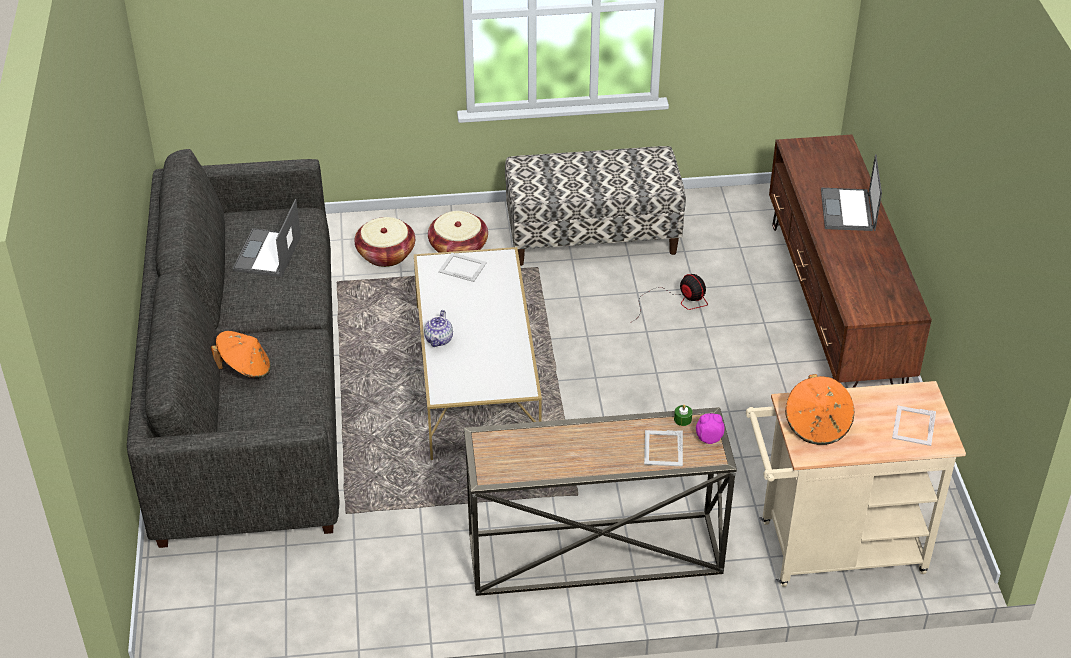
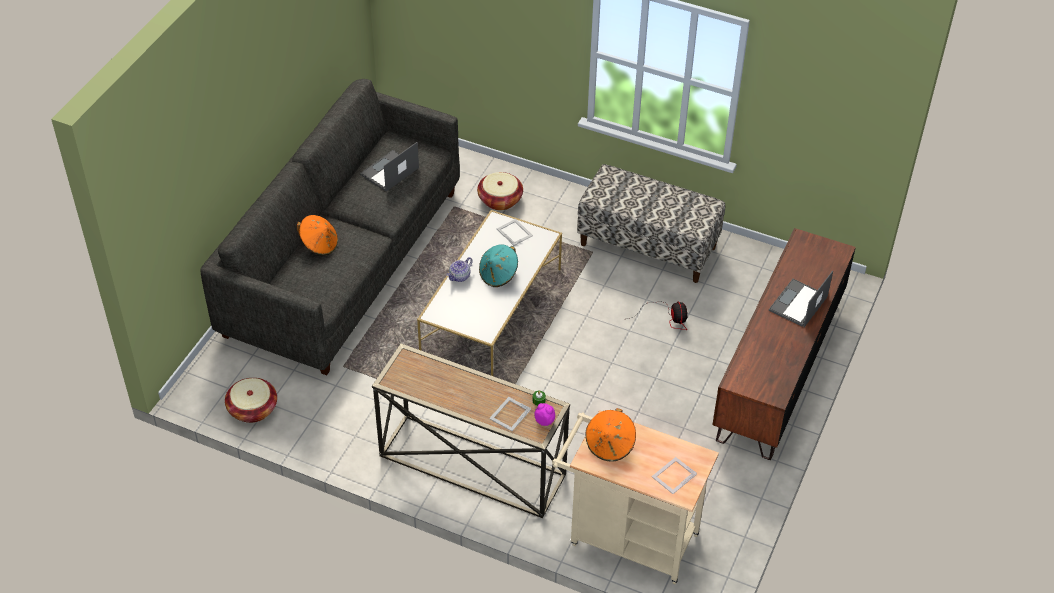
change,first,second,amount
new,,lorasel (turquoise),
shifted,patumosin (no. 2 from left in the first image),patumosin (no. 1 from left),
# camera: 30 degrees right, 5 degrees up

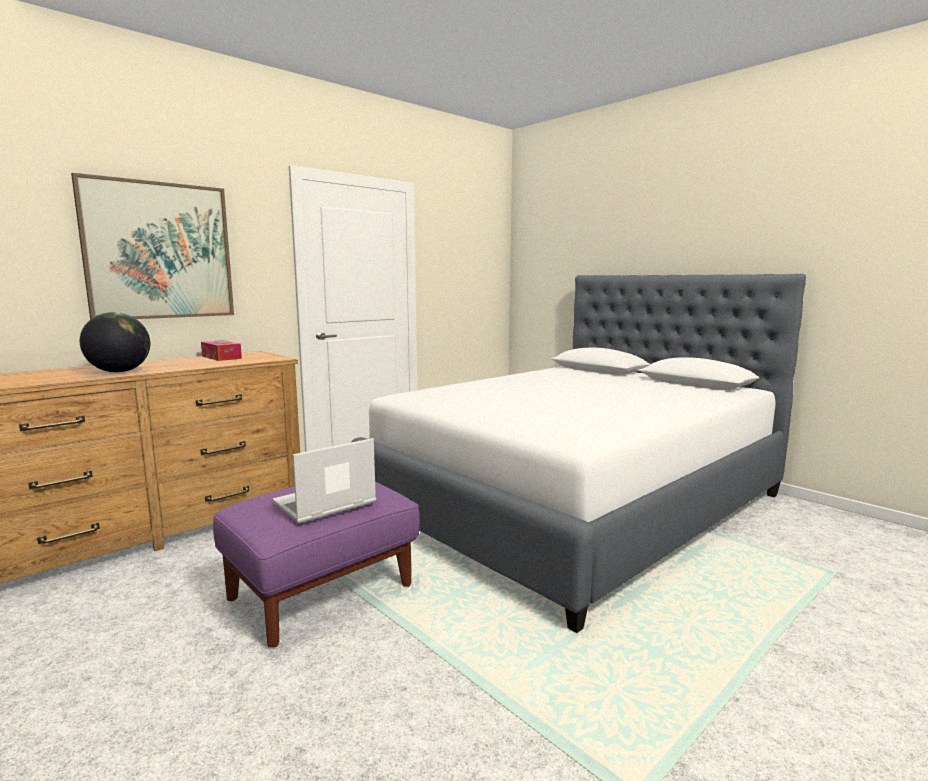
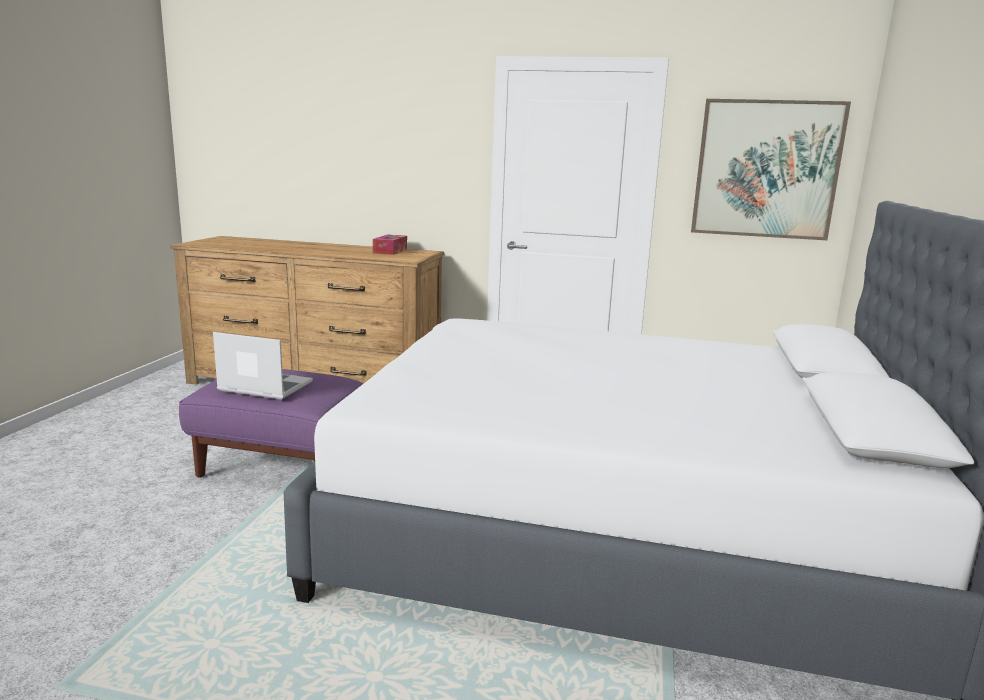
change,first,second,amount
gone,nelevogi,,
shifted,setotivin,,
# camera: 55 degrees right, 5 degrees up

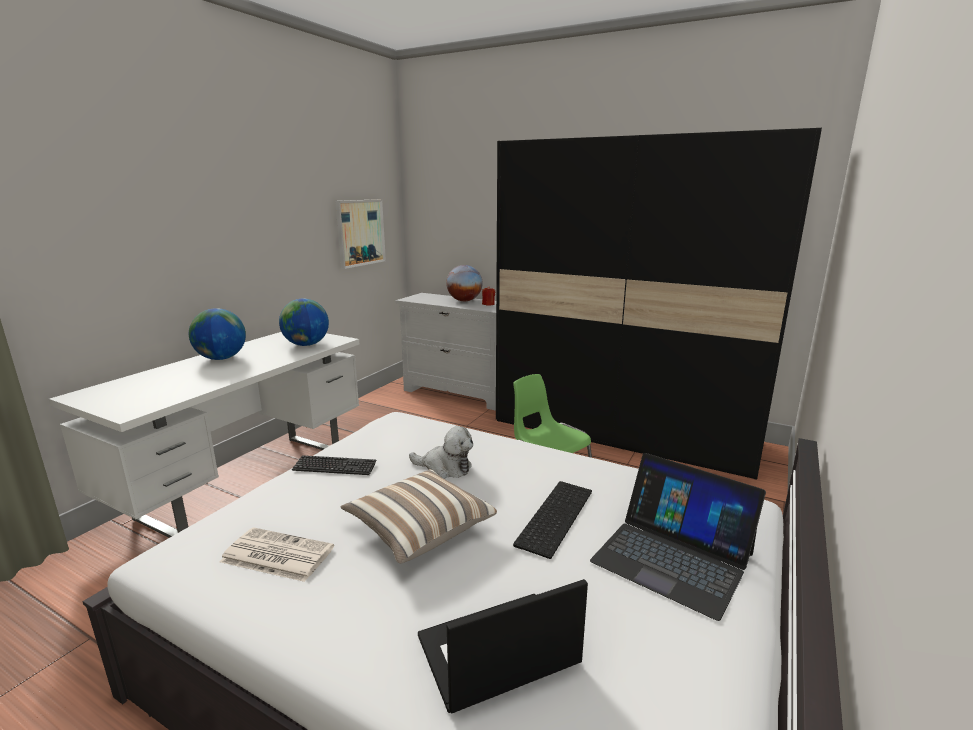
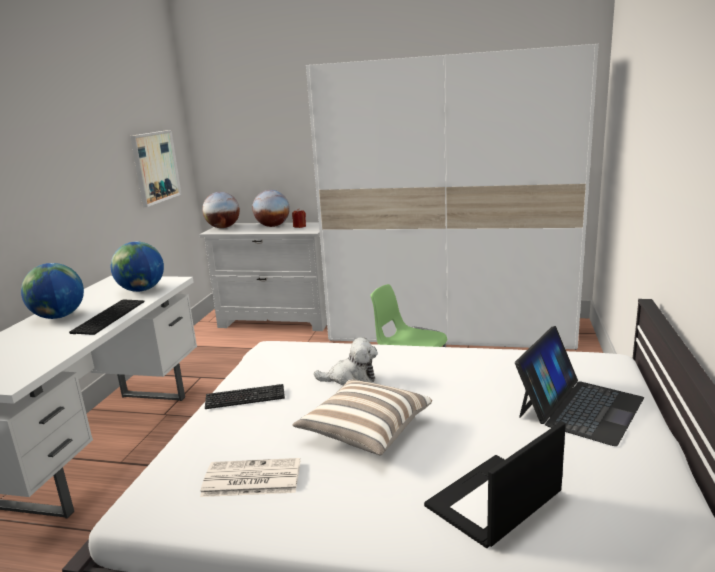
change,first,second,amount
new,,nelevogi (no. 3 from left),
shifted,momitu (no. 2 from left in the first image),momitu (no. 1 from left),
repainted,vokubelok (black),vokubelok (white),
rotated,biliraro (no. 2 from left),,75 degrees counterclockwise
# camera: 15 degrees left, 0 degrees up

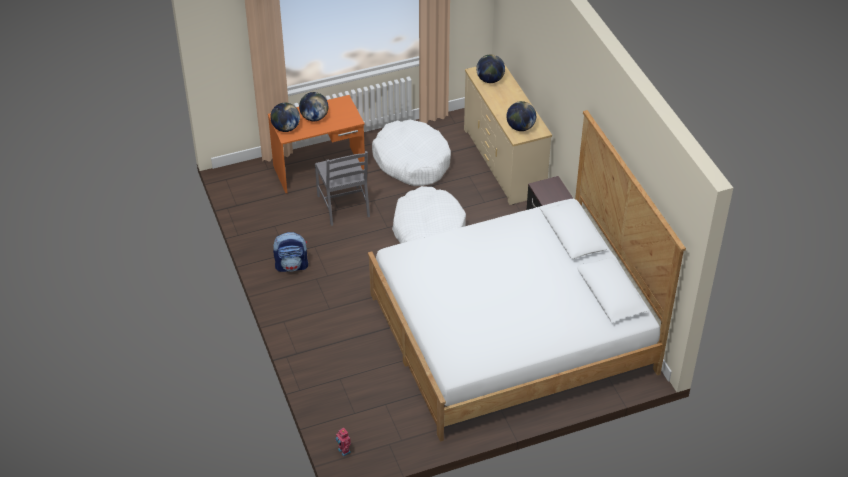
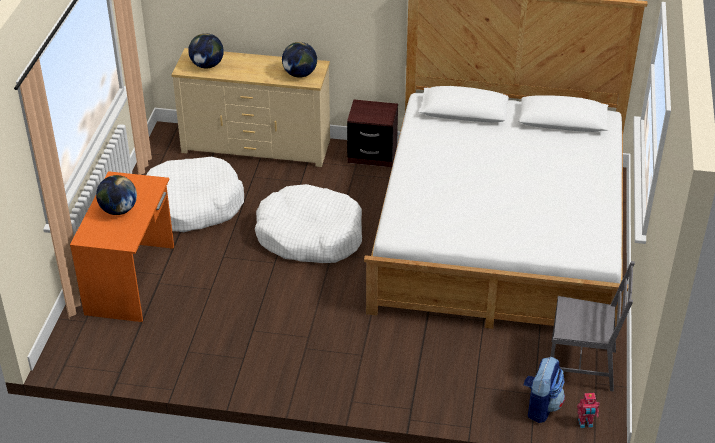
change,first,second,amount
gone,nelevogi (no. 1 from left),,
shifted,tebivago,,
shifted,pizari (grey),,
# camera: 60 degrees left, 5 degrees down

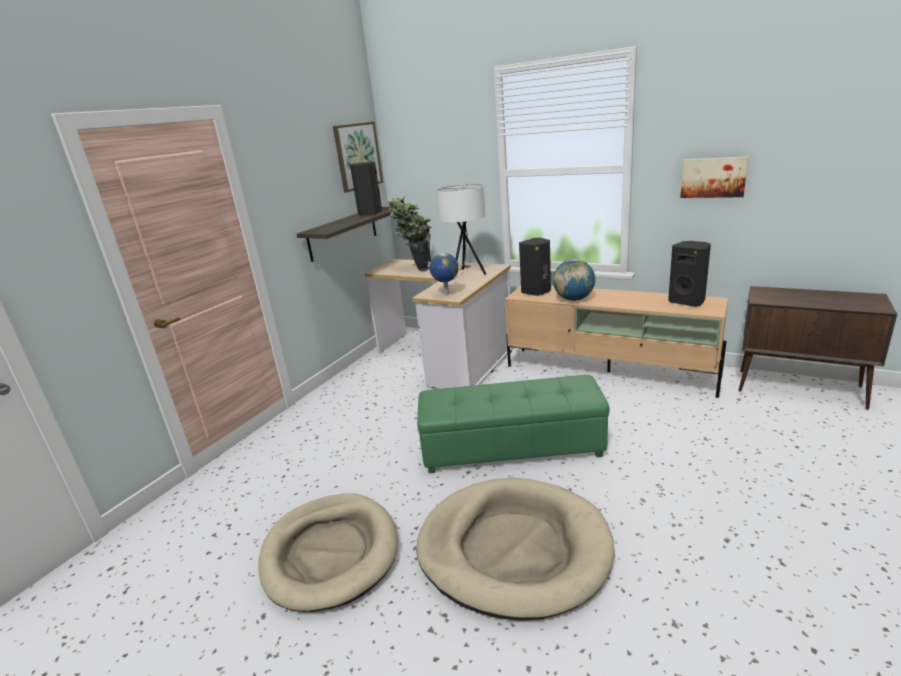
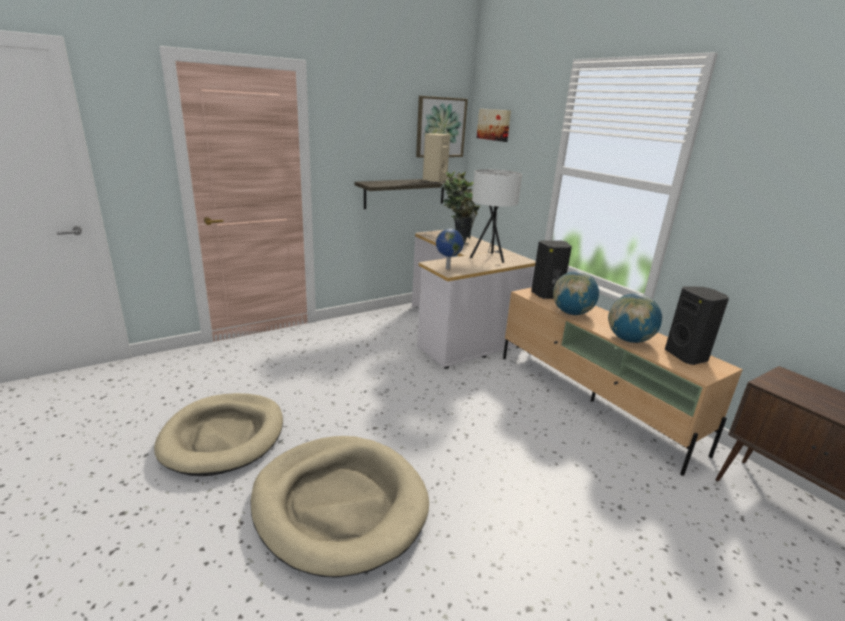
change,first,second,amount
gone,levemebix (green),,
new,,nelevogi (no. 3 from left),
shifted,setotivin (no. 2 from left),,
repainted,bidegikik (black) (no. 1 from left),bidegikik (beige),
# camera: 25 degrees right, 0 degrees up

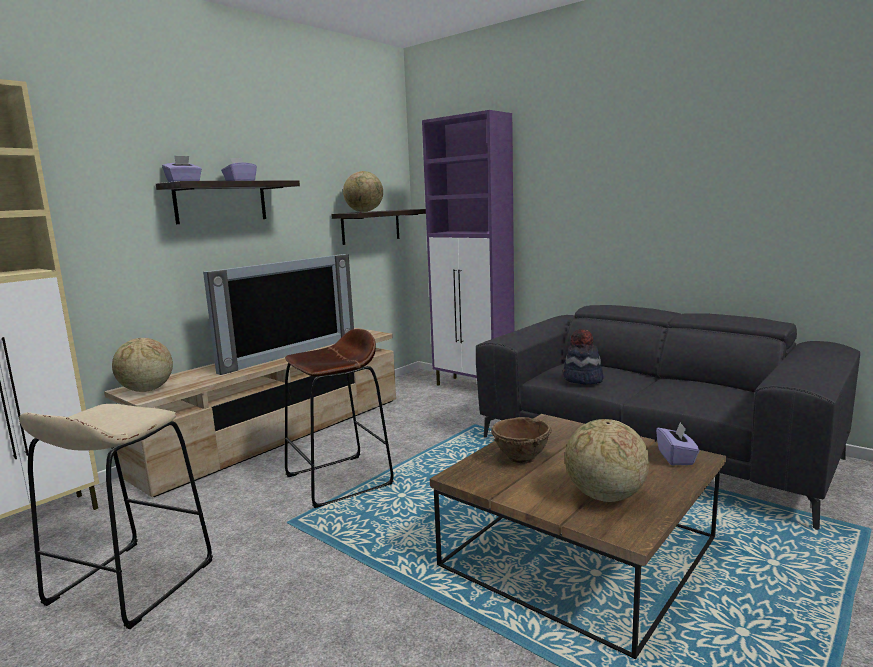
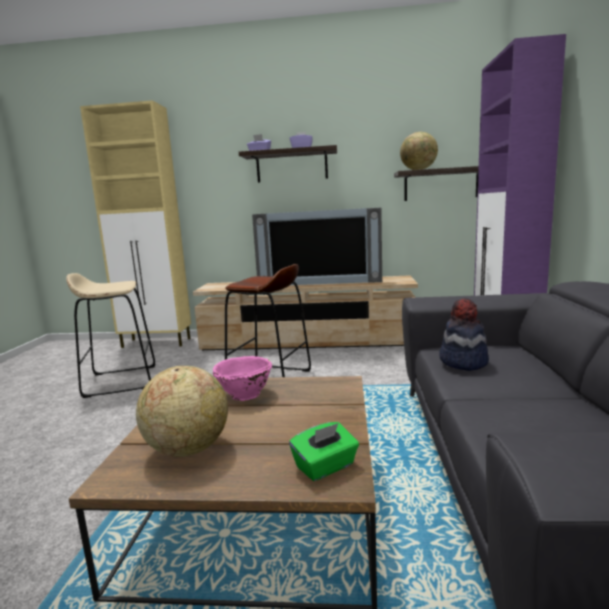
change,first,second,amount
gone,nelevogi (no. 1 from left),,
repainted,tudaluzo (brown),tudaluzo (pink),
repainted,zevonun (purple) (no. 3 from left),zevonun (green),
# camera: 55 degrees right, 0 degrees up

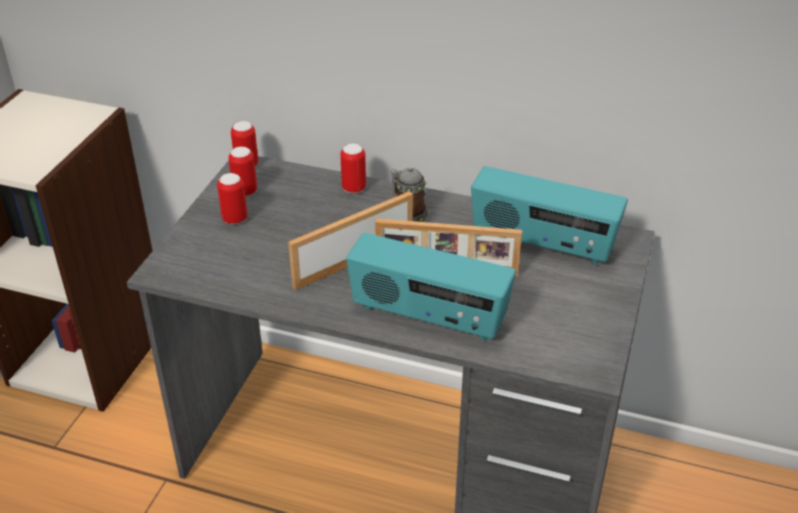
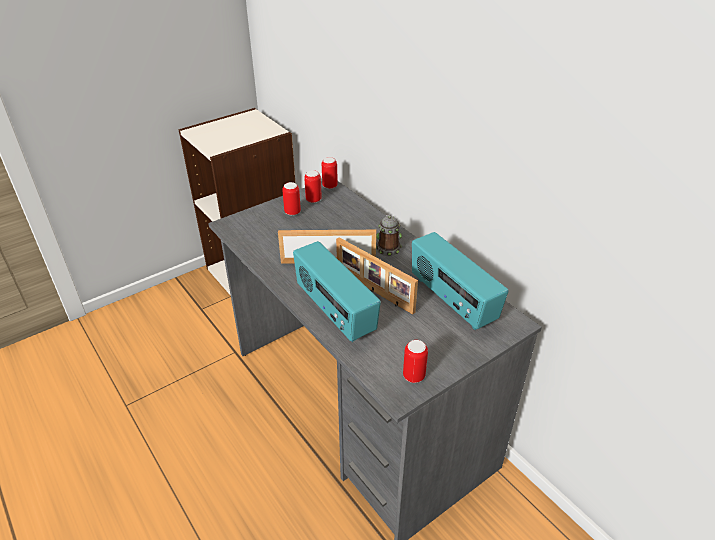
change,first,second,amount
shifted,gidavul (no. 4 from left),,
# camera: 35 degrees right, 0 degrees up

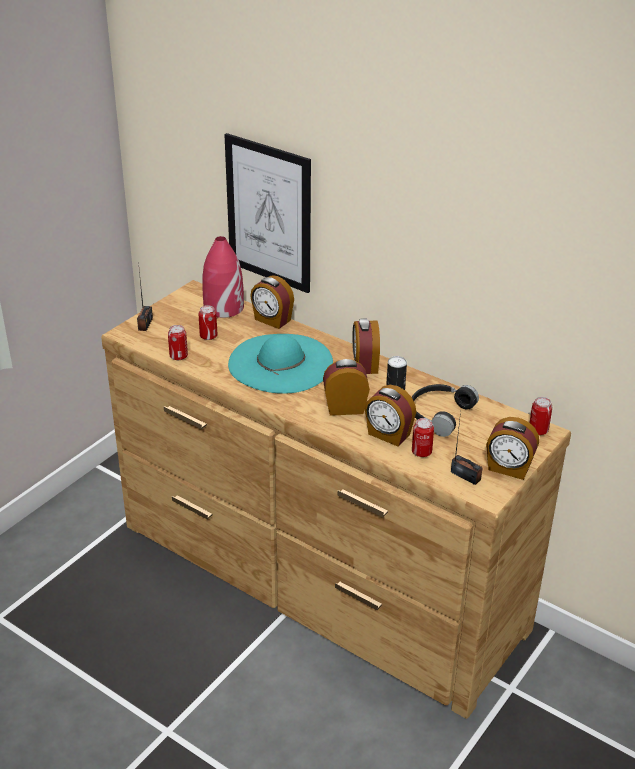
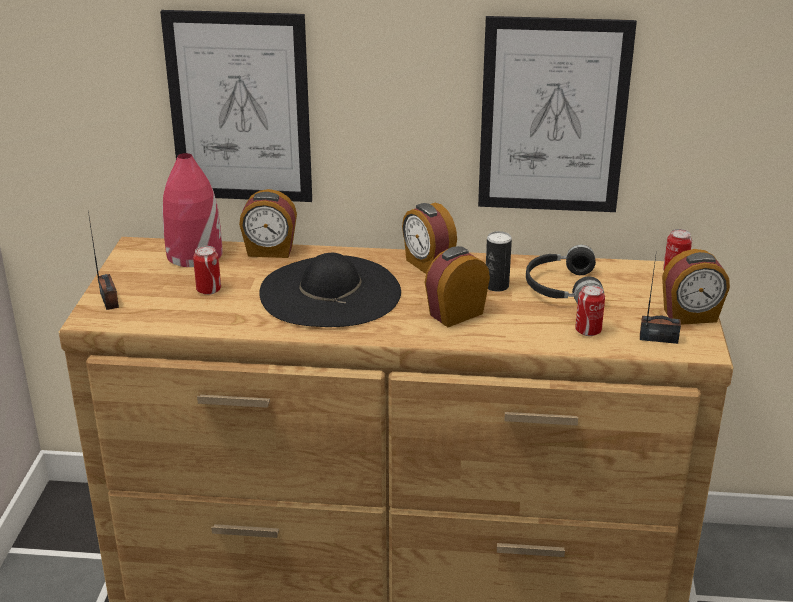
change,first,second,amount
gone,gidavul (no. 1 from left),,
gone,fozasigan (no. 4 from left),,
new,,setotivin (no. 2 from left),
repainted,lorasel (turquoise),lorasel (black),
# camera: 30 degrees left, 5 degrees down

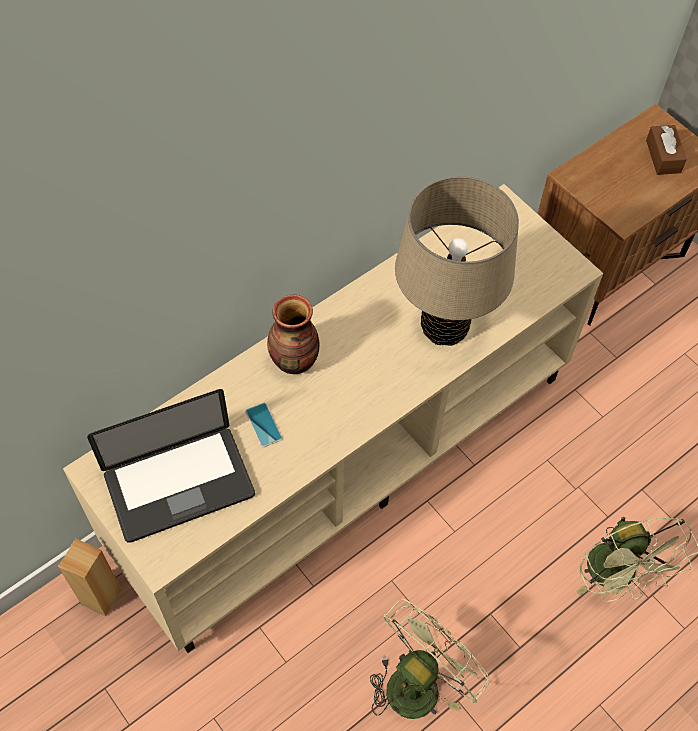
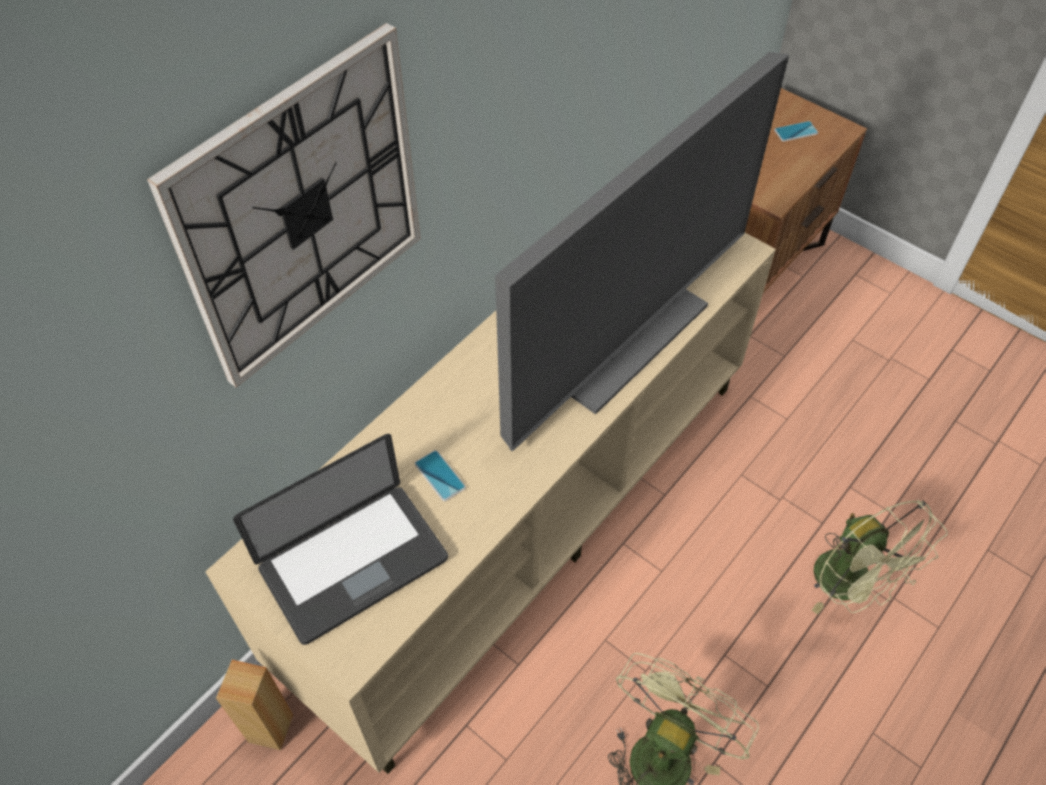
change,first,second,amount
gone,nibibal,,
new,,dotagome,
swapped,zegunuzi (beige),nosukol,
swapped,zevonun (brown),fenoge (no. 2 from left),
# camera: 10 degrees left, 5 degrees down

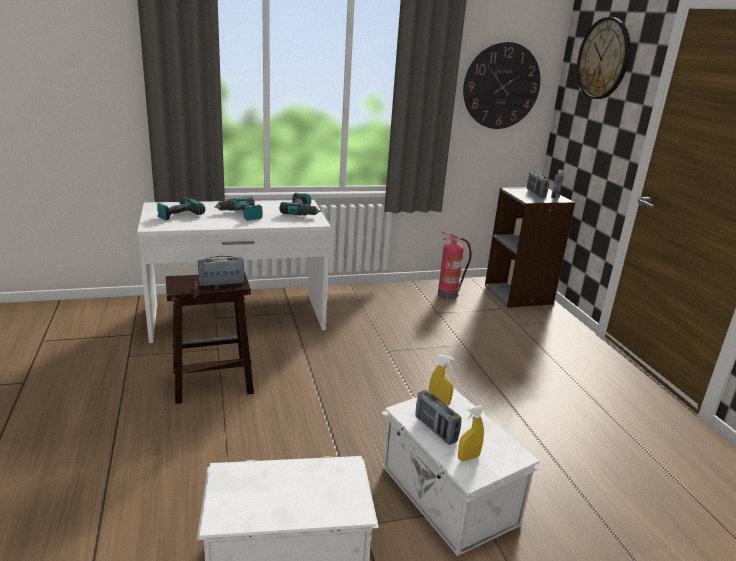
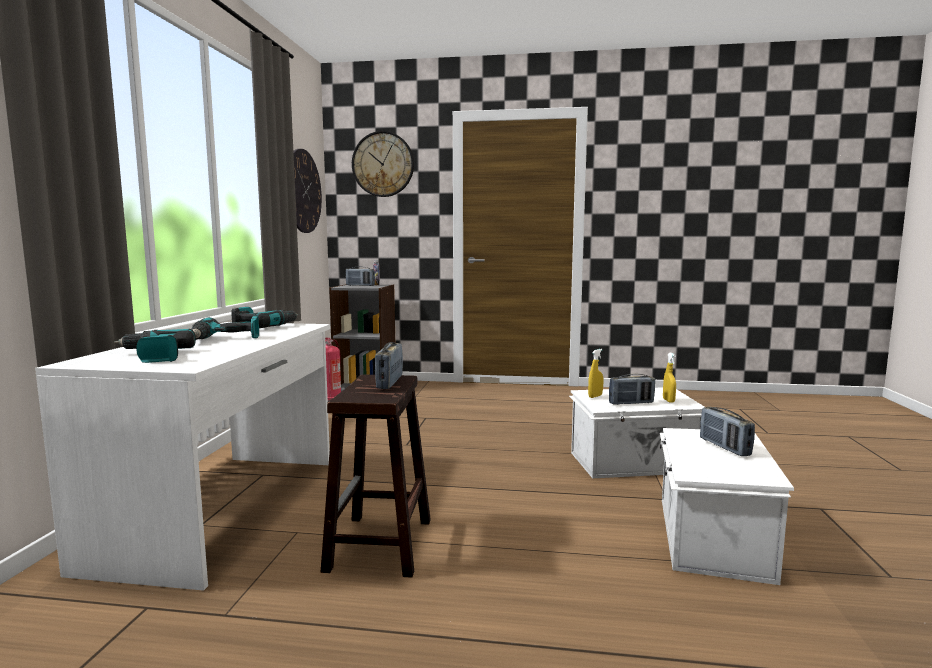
change,first,second,amount
new,,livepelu (no. 4 from left),
# camera: 65 degrees left, 15 degrees down

